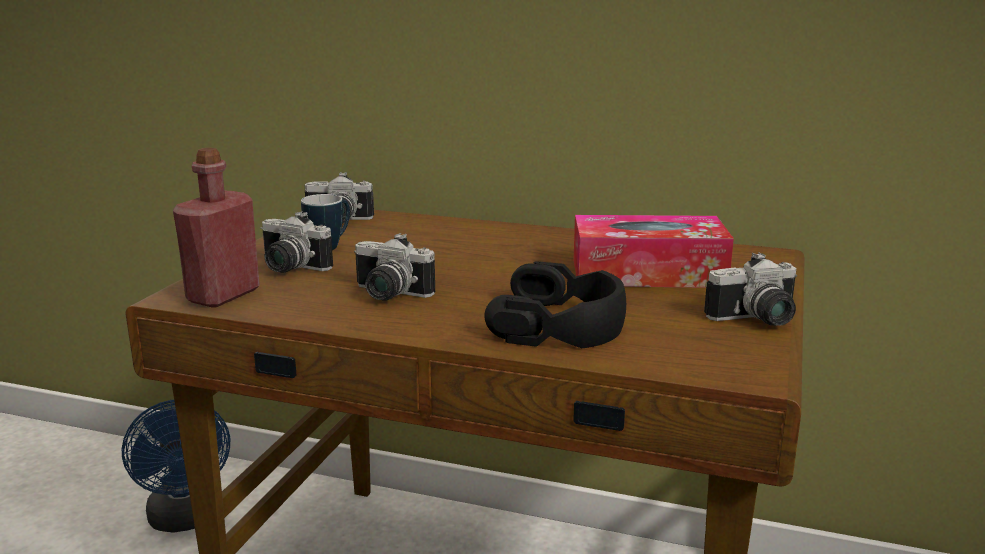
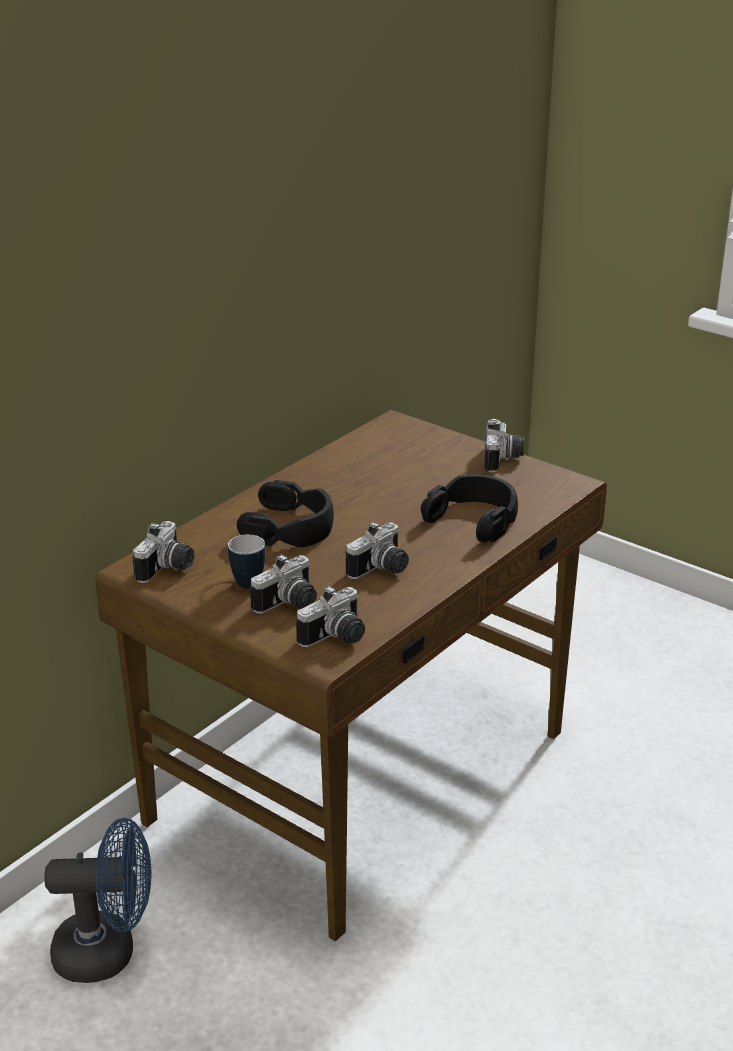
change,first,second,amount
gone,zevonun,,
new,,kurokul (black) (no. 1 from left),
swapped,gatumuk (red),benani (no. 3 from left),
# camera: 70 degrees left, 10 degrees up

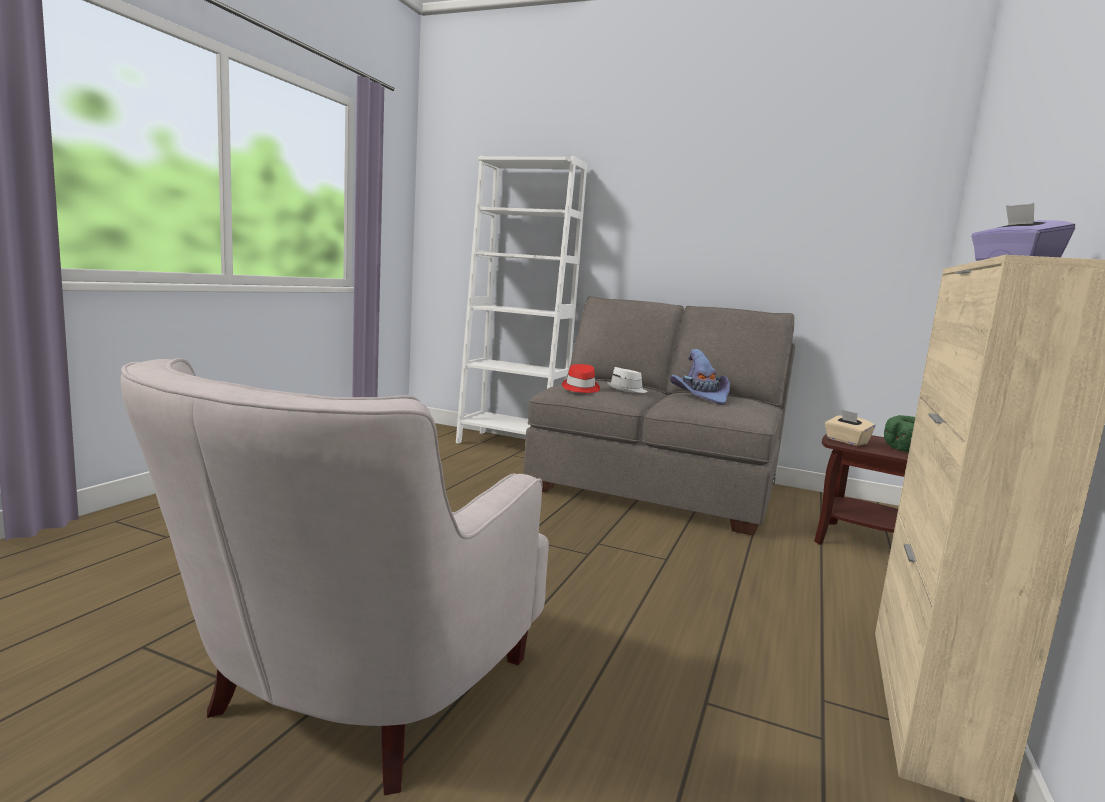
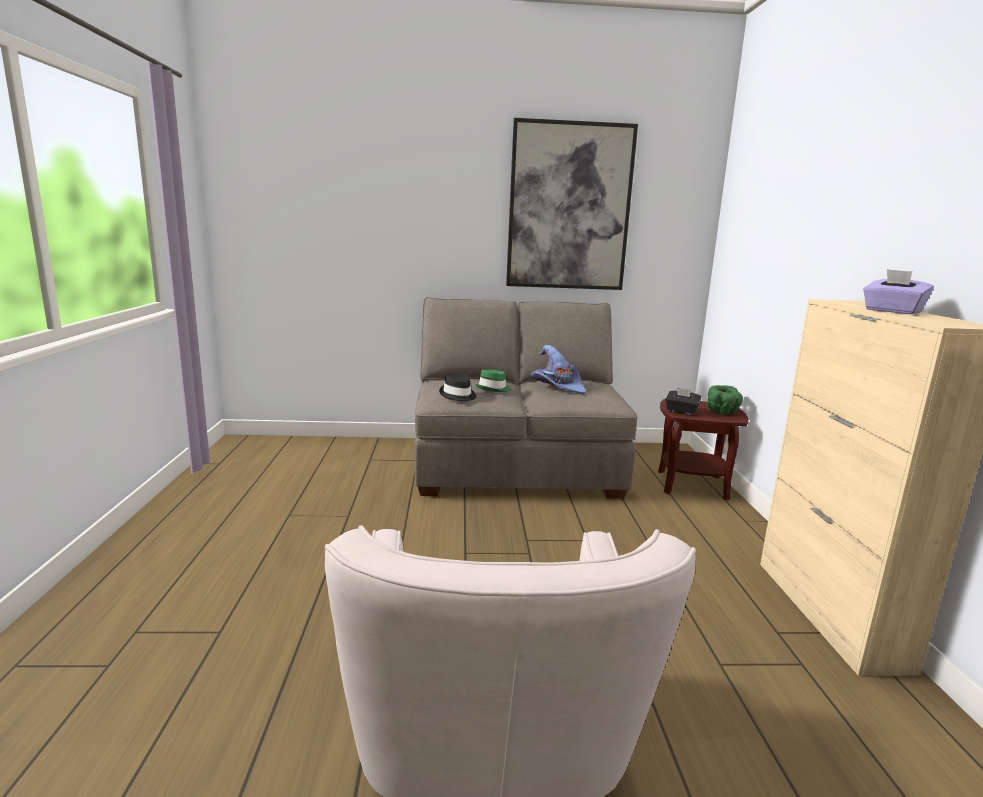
change,first,second,amount
gone,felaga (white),,
new,,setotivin,
repainted,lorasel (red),lorasel (black),
repainted,lorasel (white),lorasel (green),
repainted,zevonun (beige),zevonun (black),
# camera: 25 degrees left, 5 degrees up

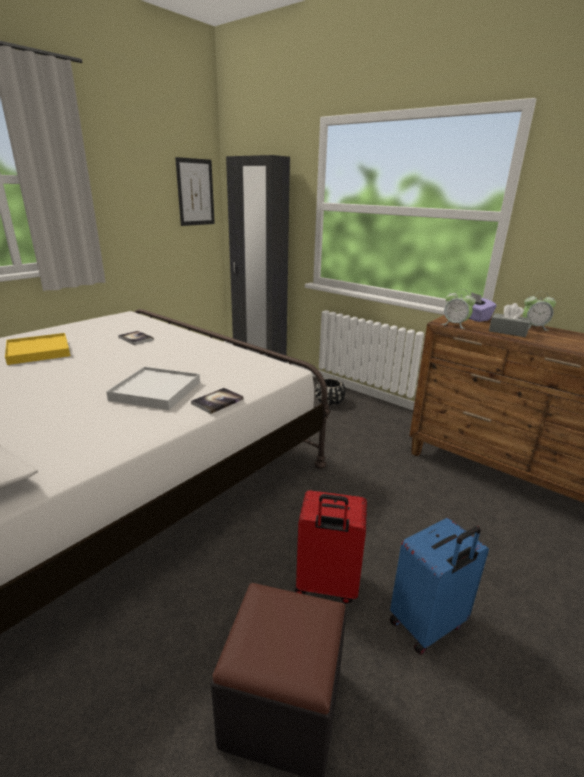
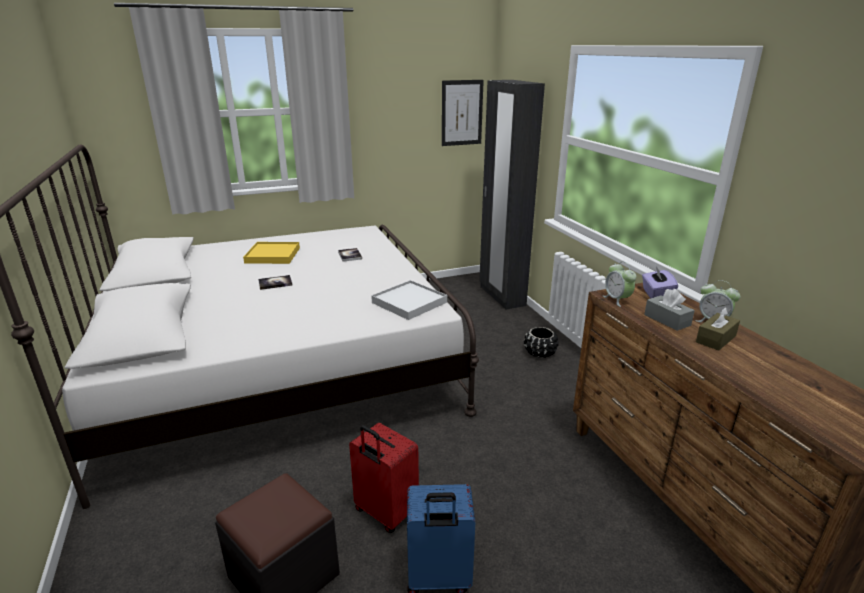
change,first,second,amount
new,,zevonun (brown),
shifted,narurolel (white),,
shifted,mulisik (no. 2 from left in the first image),mulisik (no. 1 from left),
# camera: 30 degrees right, 0 degrees up

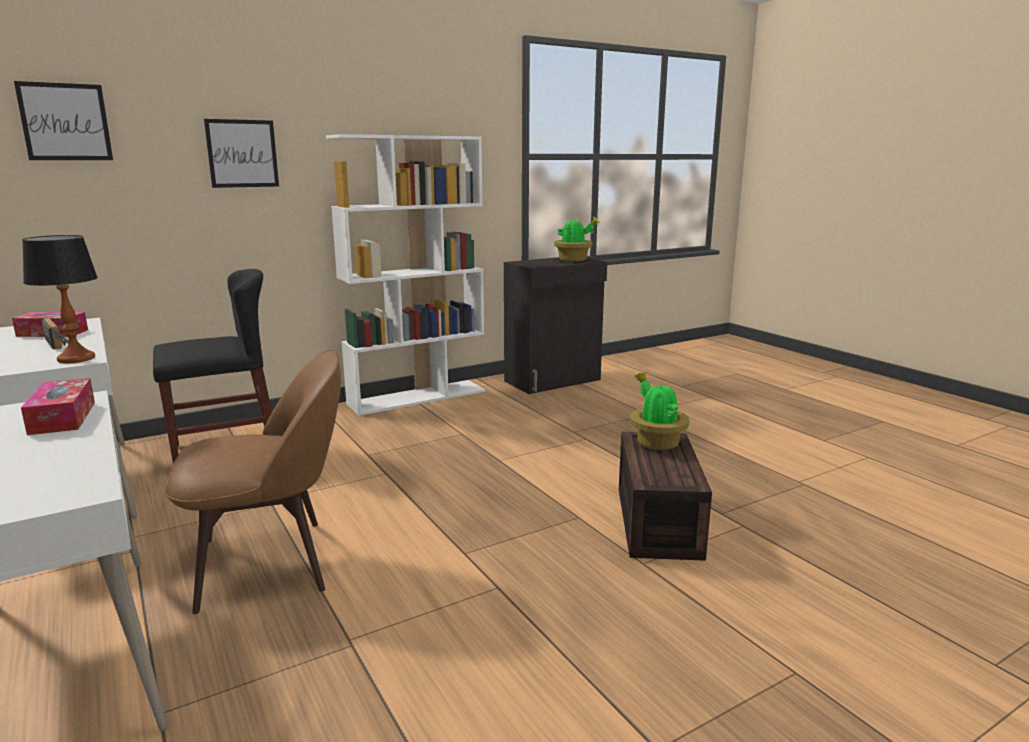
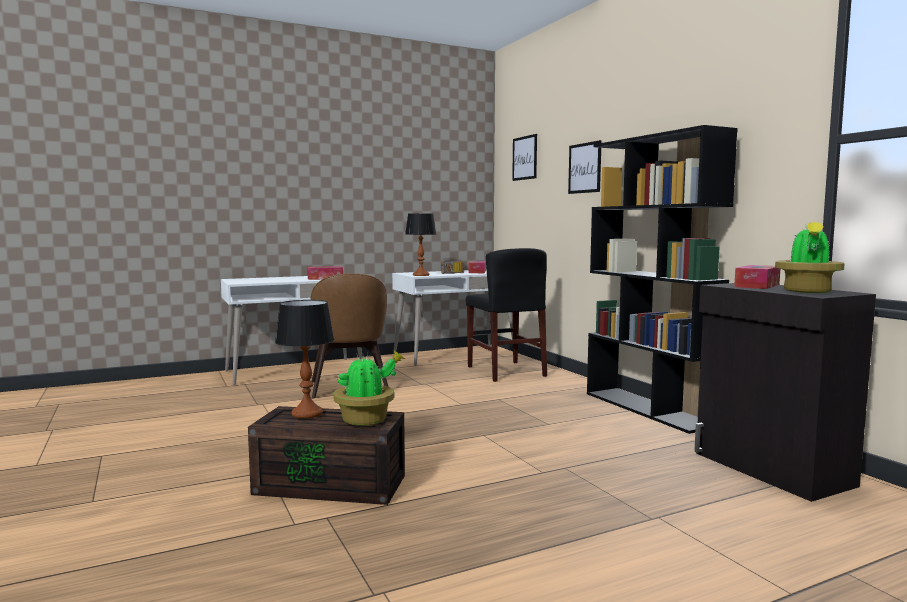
change,first,second,amount
new,,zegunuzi (no. 1 from left),
new,,zevonun (no. 3 from left),
repainted,felaga (white),felaga (black),
# camera: 95 degrees right, 10 degrees down

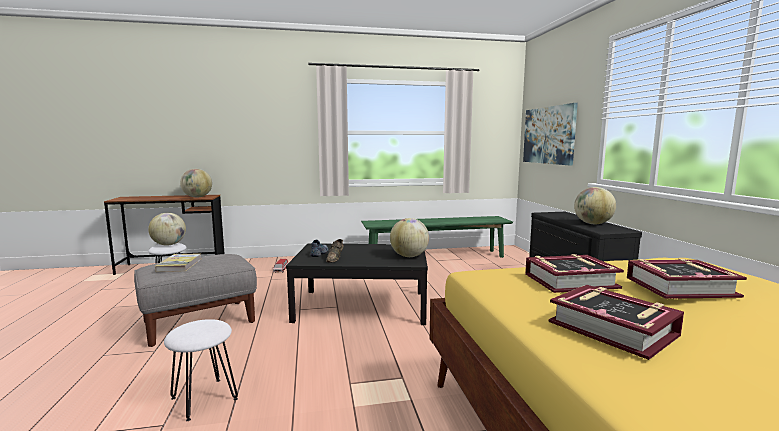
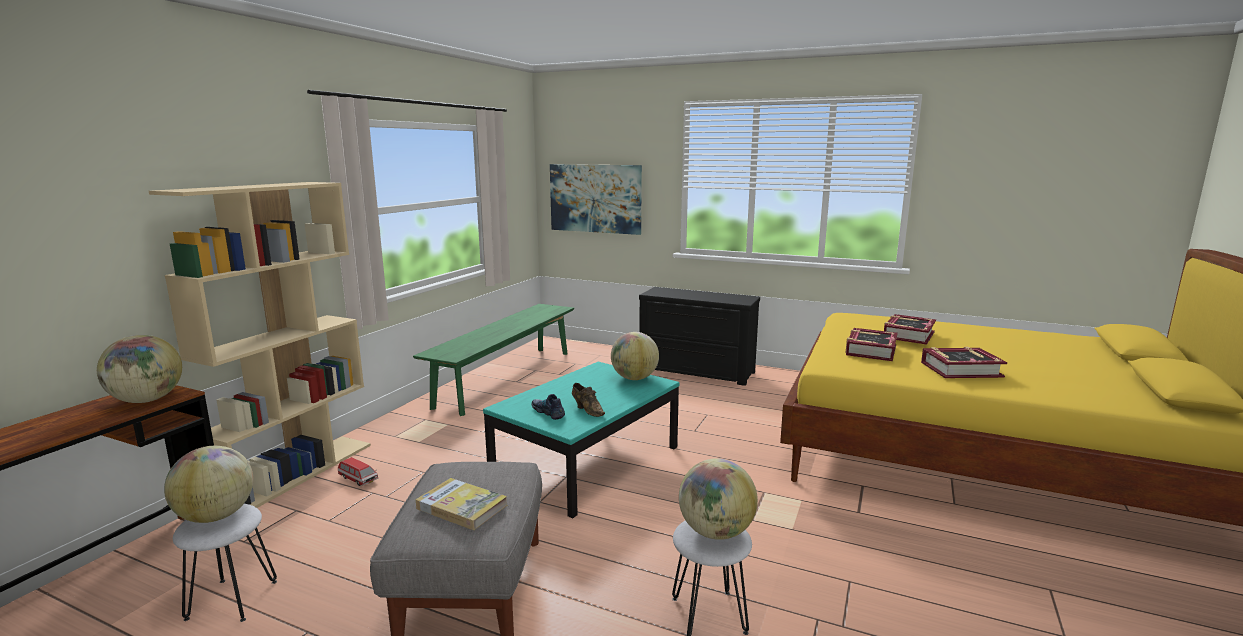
change,first,second,amount
new,,felaga (beige),
shifted,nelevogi (no. 4 from left),,
repainted,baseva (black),baseva (turquoise),
# camera: 55 degrees left, 5 degrees up

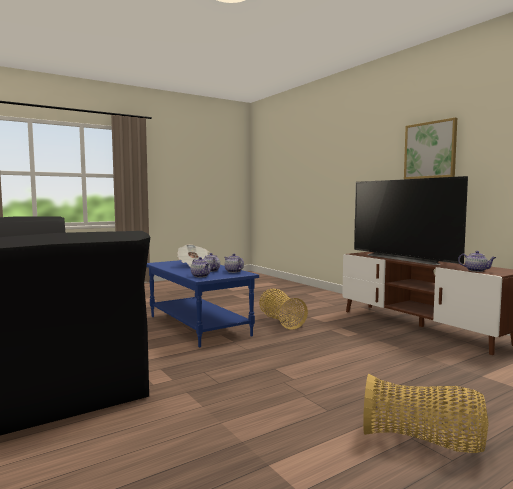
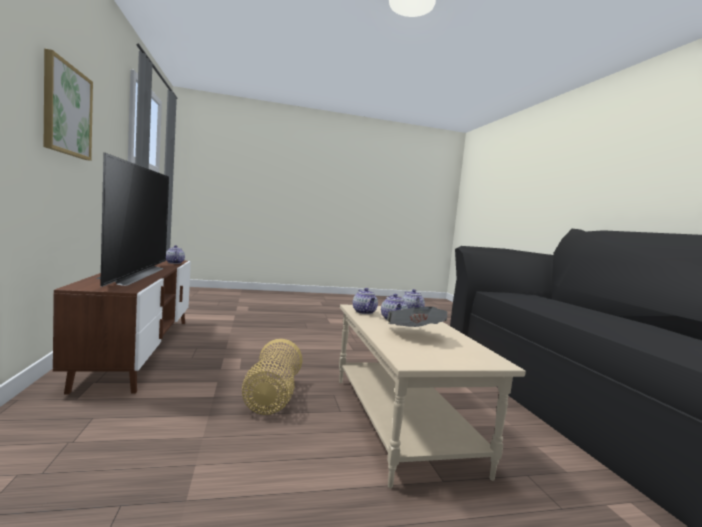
change,first,second,amount
gone,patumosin (no. 2 from left),,
repainted,baseva (blue),baseva (beige),
# camera: 160 degrees left, 0 degrees up

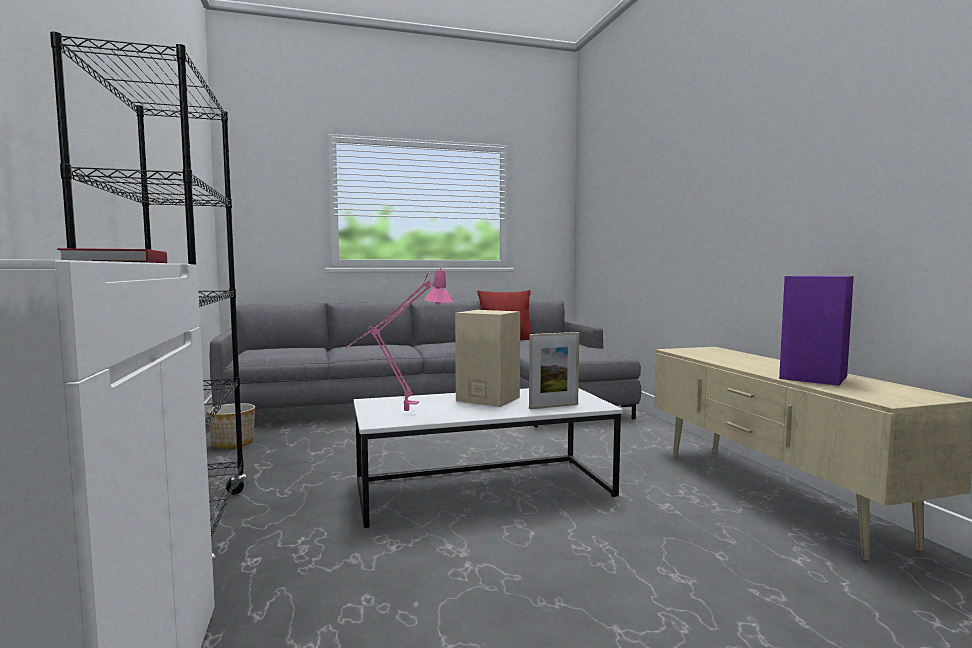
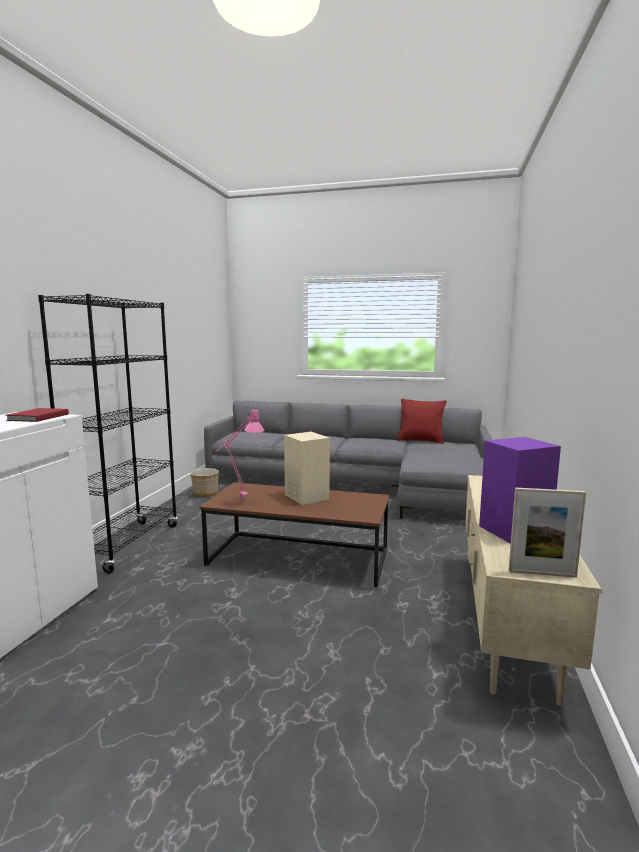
change,first,second,amount
shifted,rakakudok,,
repainted,baseva (white),baseva (brown),
# camera: 30 degrees right, 5 degrees up

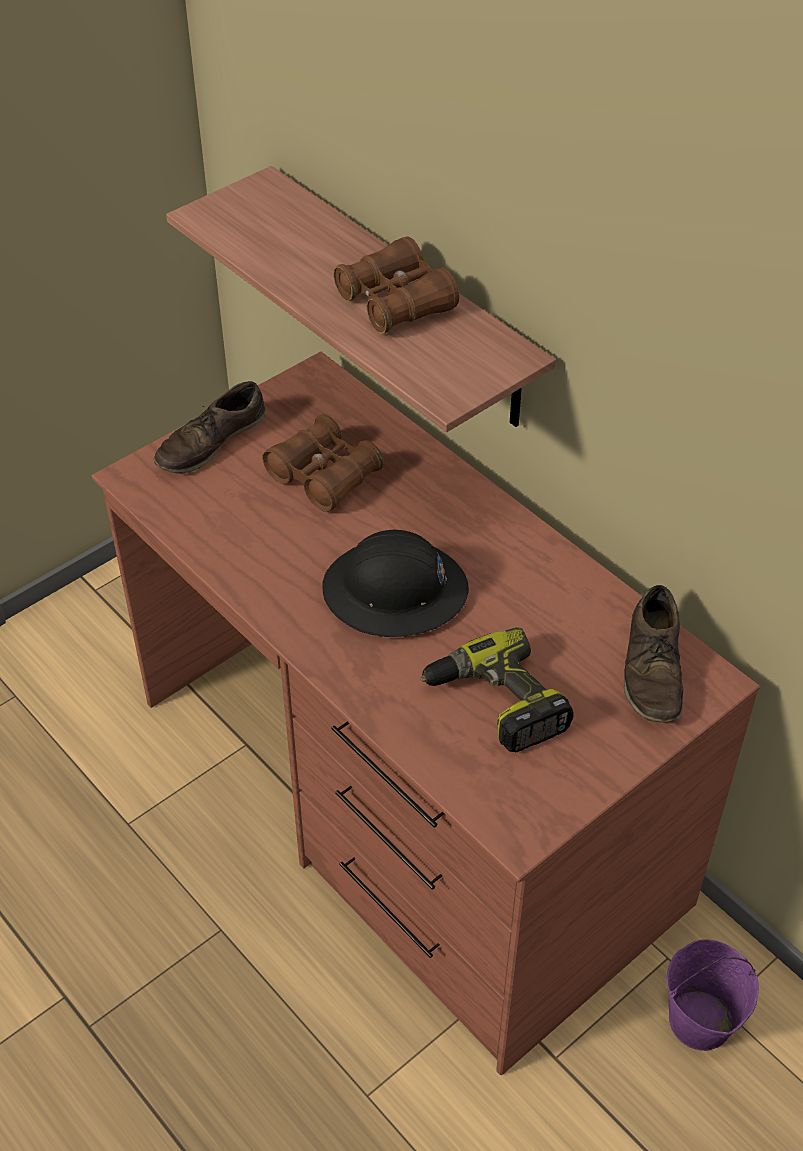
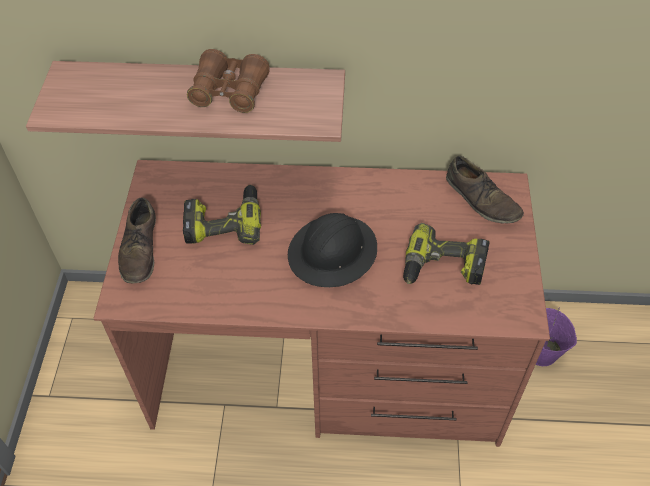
change,first,second,amount
swapped,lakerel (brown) (no. 1 from left),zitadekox (no. 1 from left),
# camera: 45 degrees left, 5 degrees up

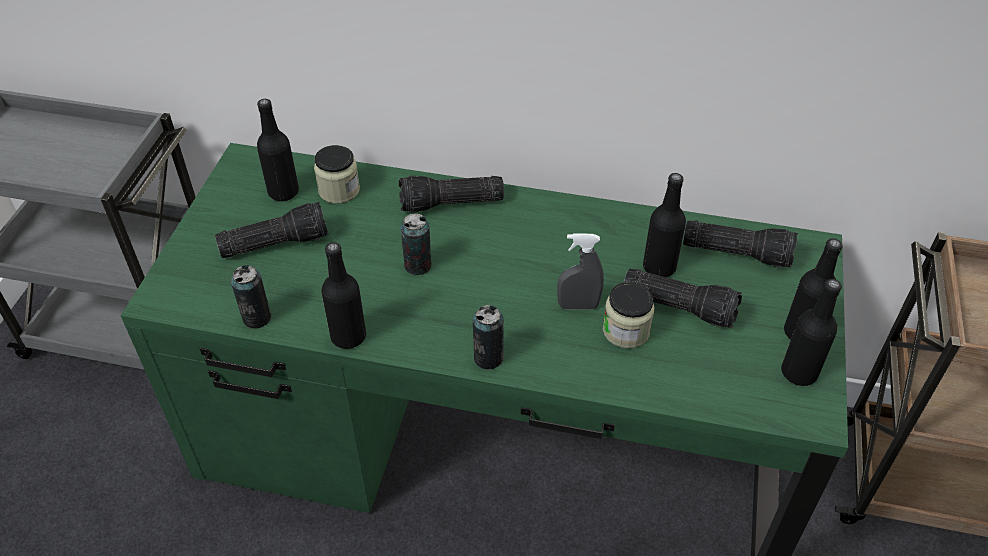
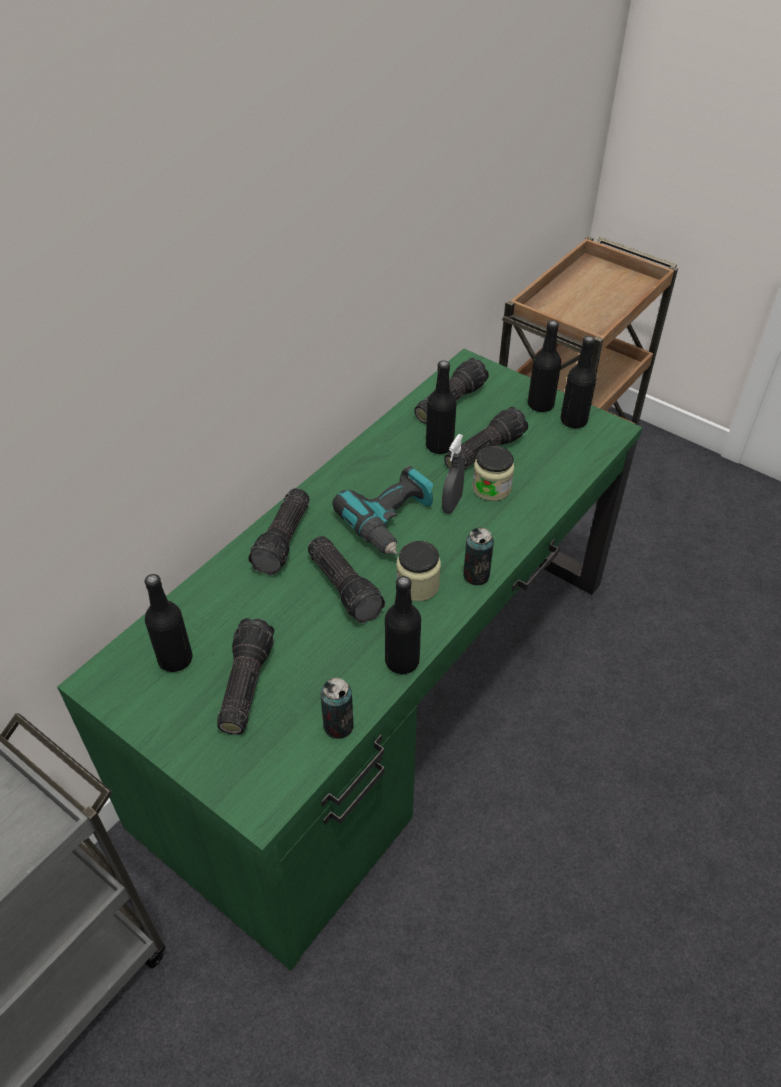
change,first,second,amount
new,,zitadekox,
shifted,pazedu (no. 1 from left),,
swapped,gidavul (no. 2 from left),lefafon (no. 3 from left),
# camera: 65 degrees left, 0 degrees up

